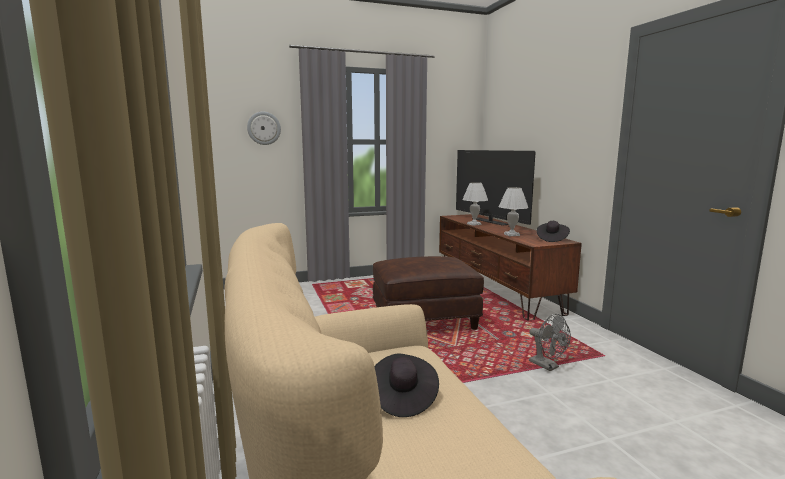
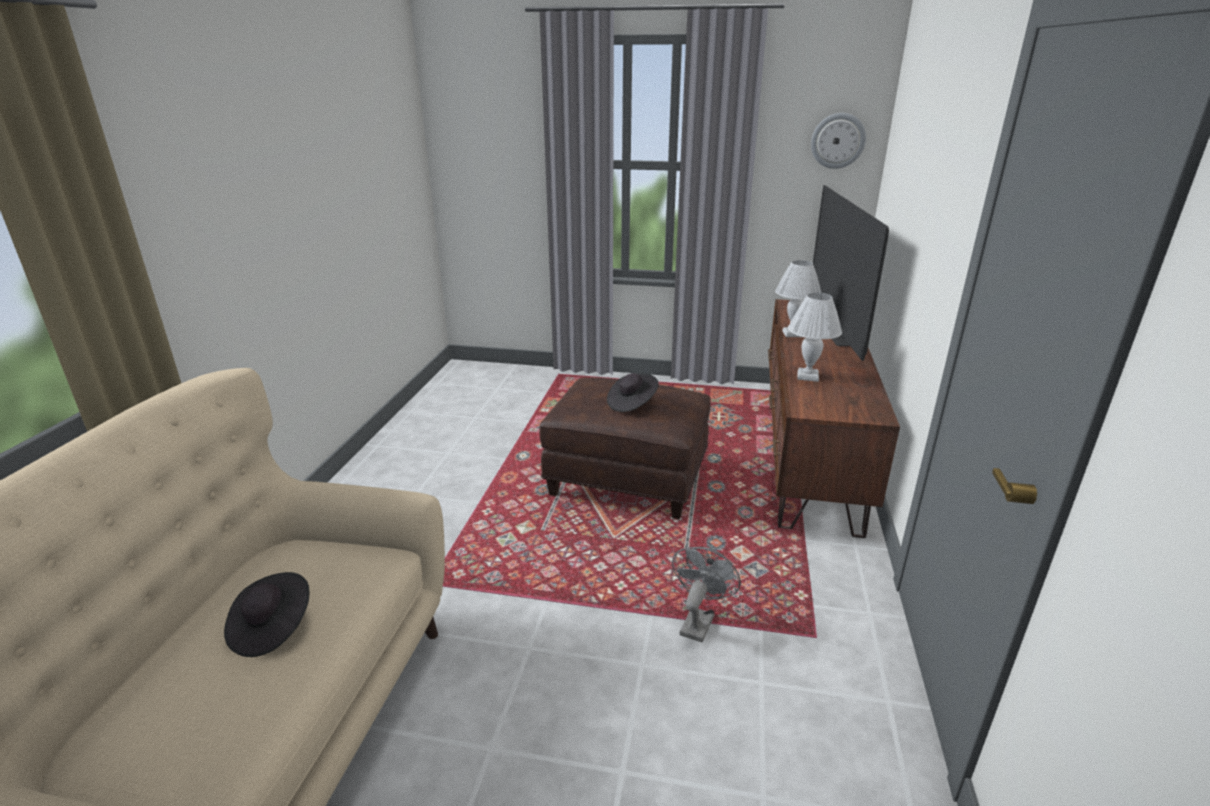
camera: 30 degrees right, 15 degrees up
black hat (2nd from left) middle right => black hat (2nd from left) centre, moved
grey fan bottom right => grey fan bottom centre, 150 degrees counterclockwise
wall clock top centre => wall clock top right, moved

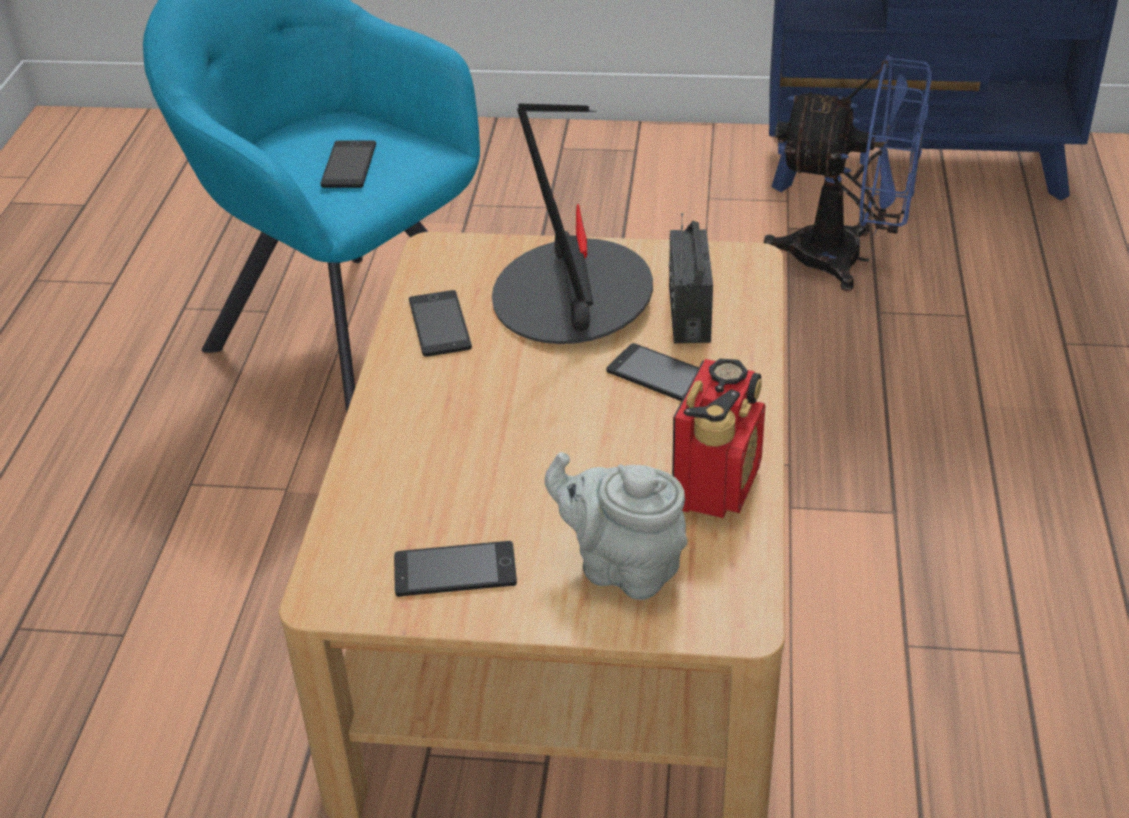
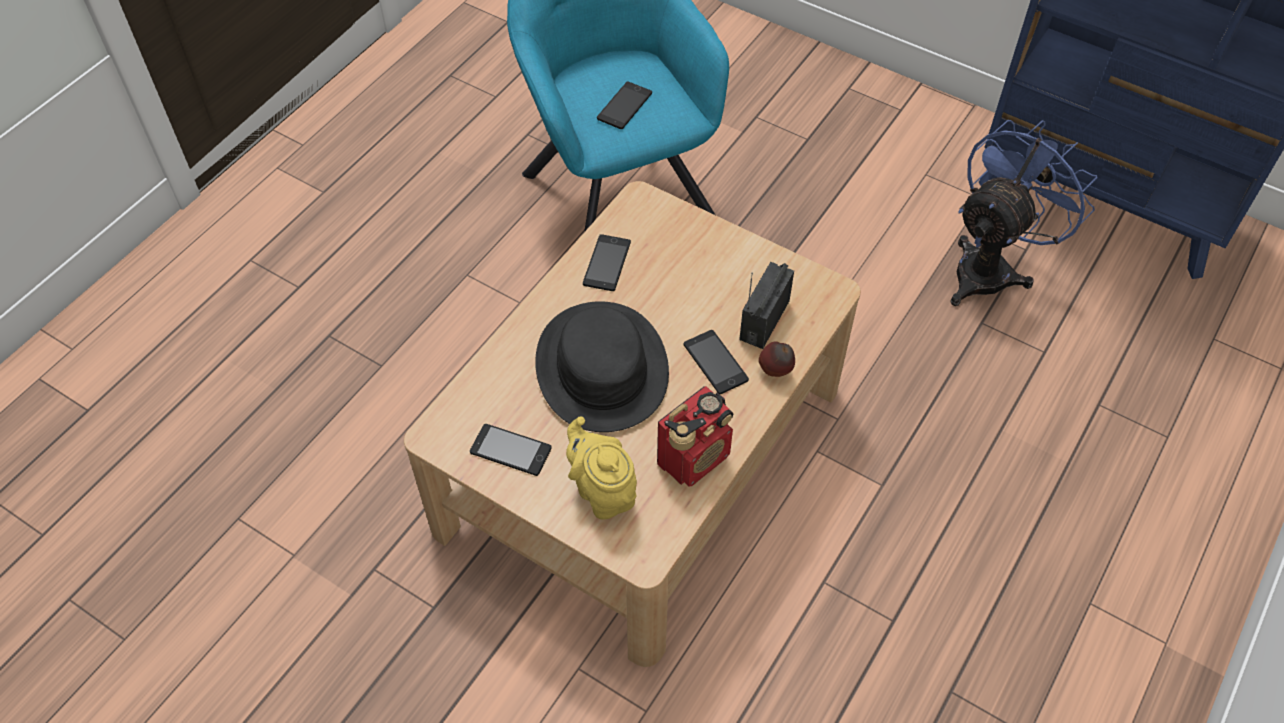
camera: 25 degrees right, 15 degrees up
nothing => black hat centre
grey teapot centre => yellow teapot centre
nothing => apple centre
blue fan top right, 90 degrees counterclockwise
table lamp top centre => nothing

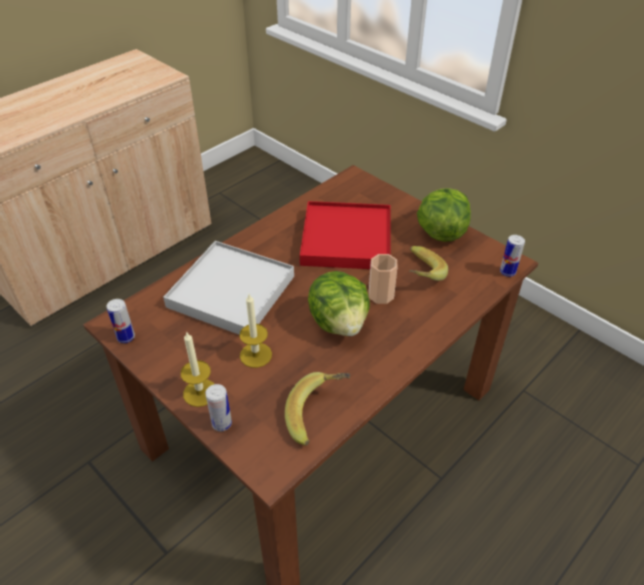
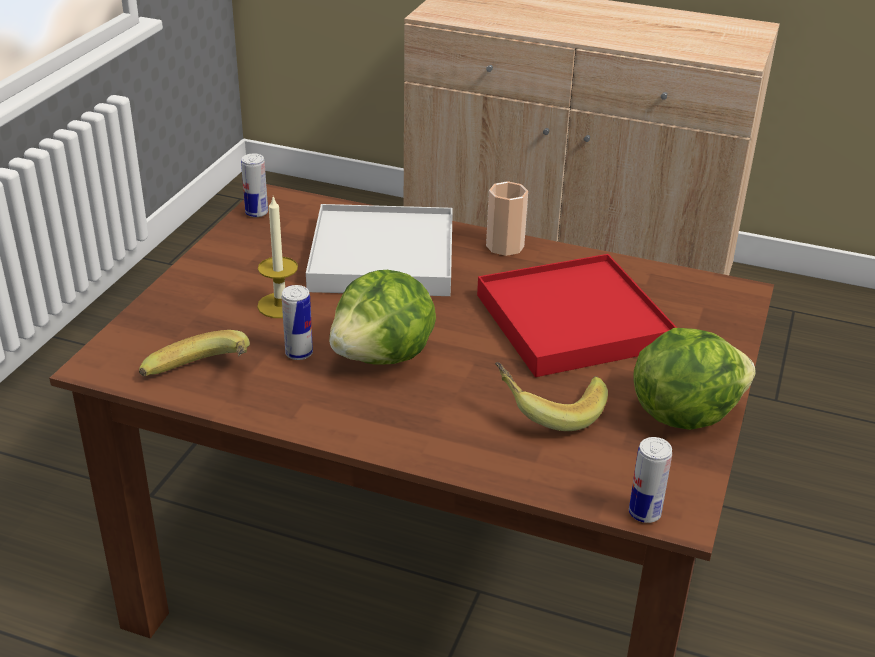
camera: 65 degrees right, 10 degrees down
can (2nd from left) bottom centre => can (2nd from left) centre, moved
cup centre => cup top centre, moved
candle (1st from left) middle left => nothing

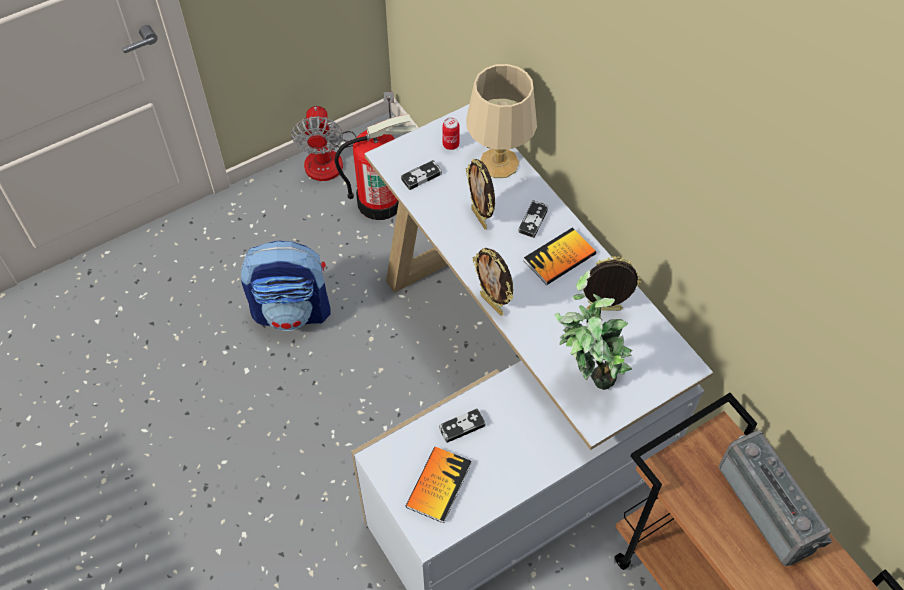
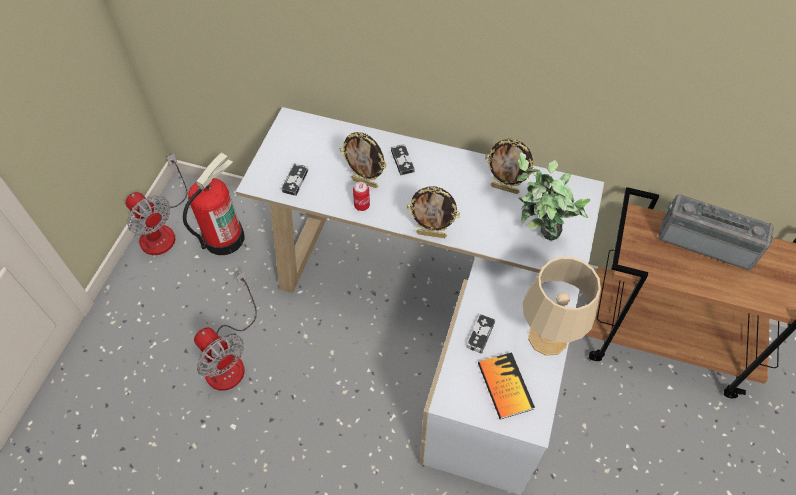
camera: 40 degrees left, 0 degrees up
backpack middle left => fan (2nd from left) bottom left
can top centre => can centre, moved
picture frame (3rd from left) middle right => picture frame (3rd from left) centre, 120 degrees counterclockwise
beige table lamp top centre => beige table lamp middle right, moved
book (2nd from left) centre => nothing

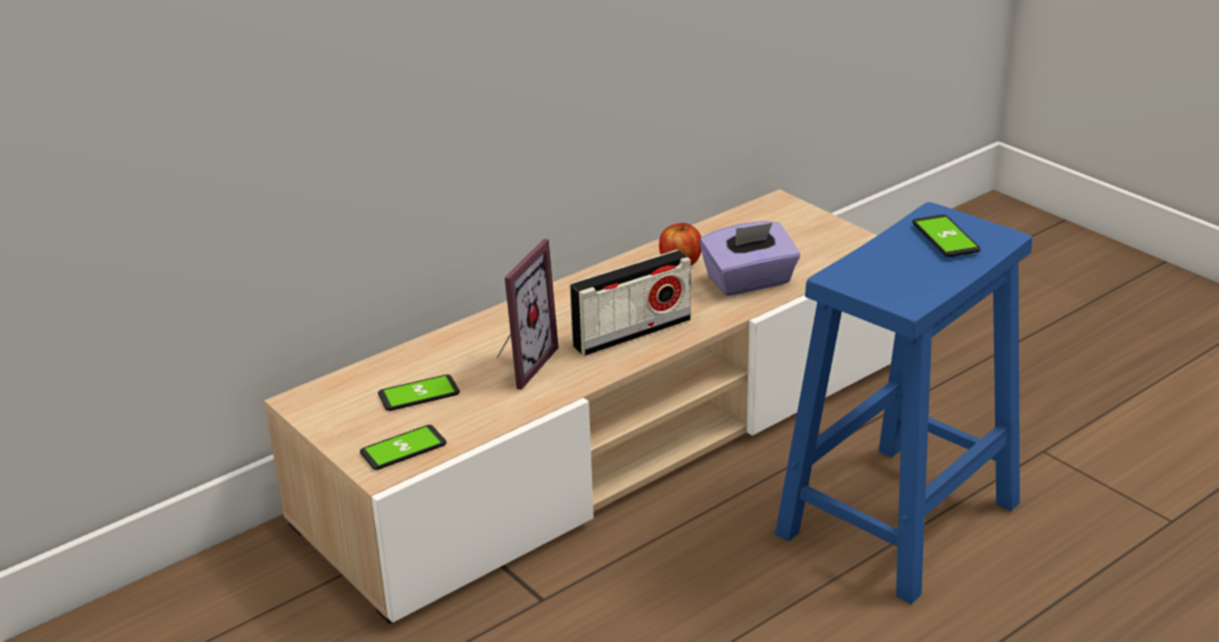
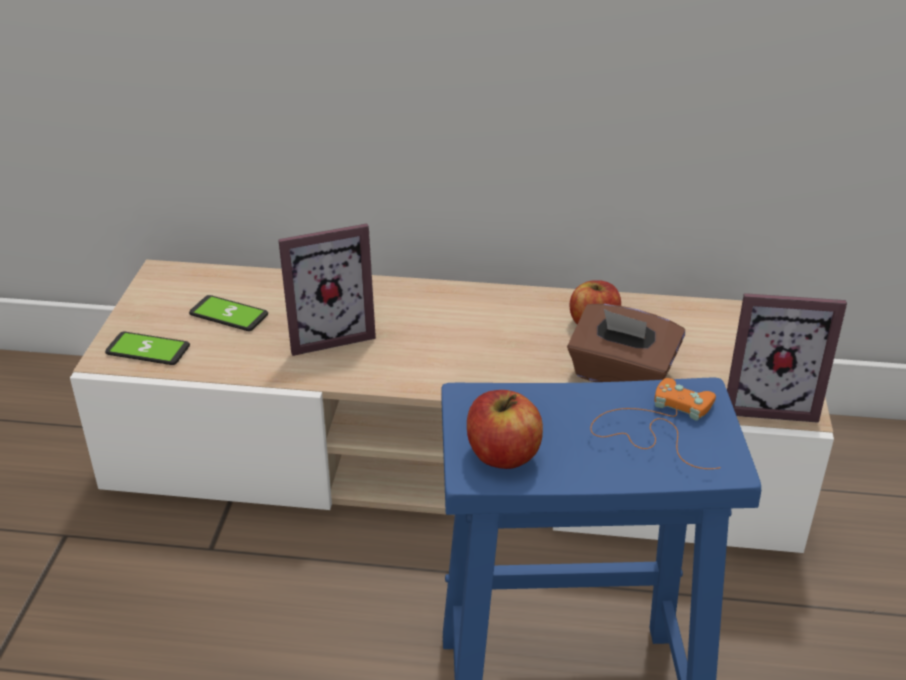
camera: 45 degrees right, 5 degrees up
nothing => apple (1st from left) centre
purple tissue box centre => brown tissue box middle right
phone (3rd from left) middle right => orange game controller middle right
nothing => picture frame (2nd from left) middle right
radio centre => nothing

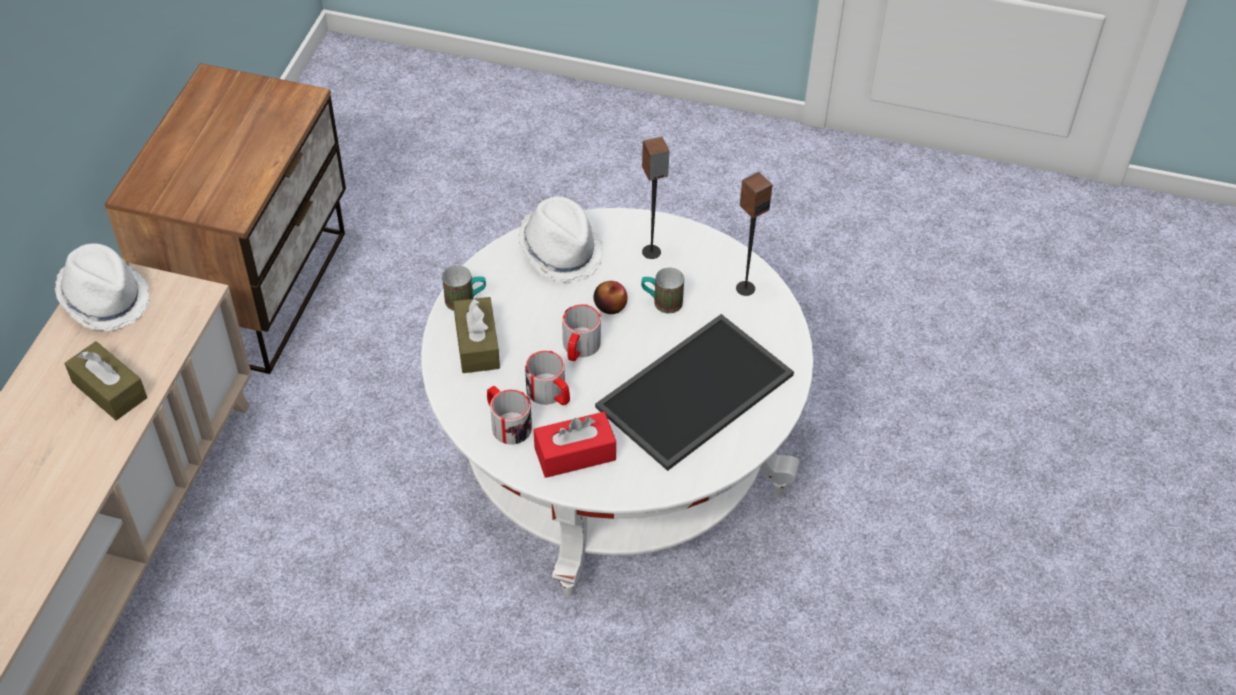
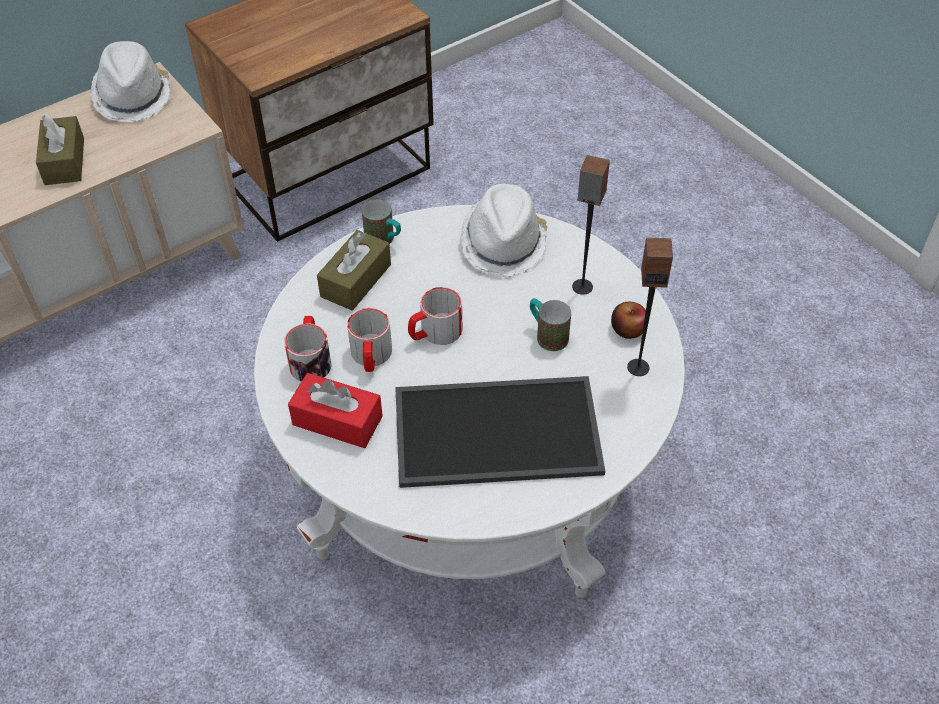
camera: 40 degrees right, 0 degrees up
apple centre => apple middle right, moved

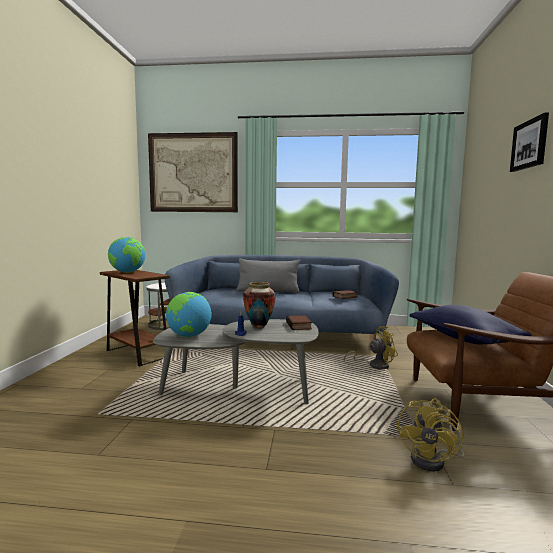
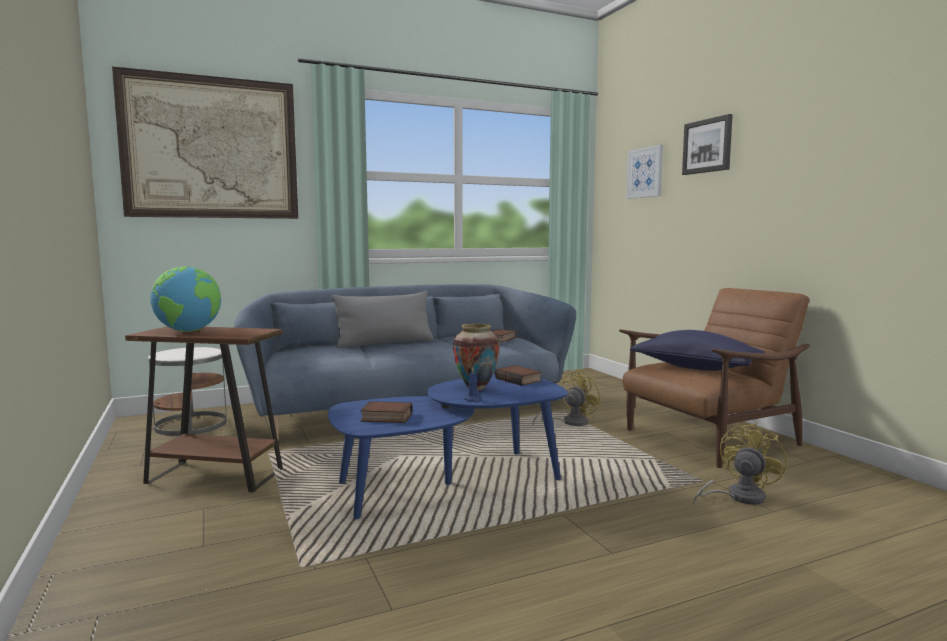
camera: 30 degrees left, 0 degrees up
grey coffee table centre => blue coffee table bottom centre
globe (2nd from left) centre => book (1st from left) centre
nothing => picture (2nd from left) top right
yellow fan (2nd from left) bottom right, 135 degrees counterclockwise

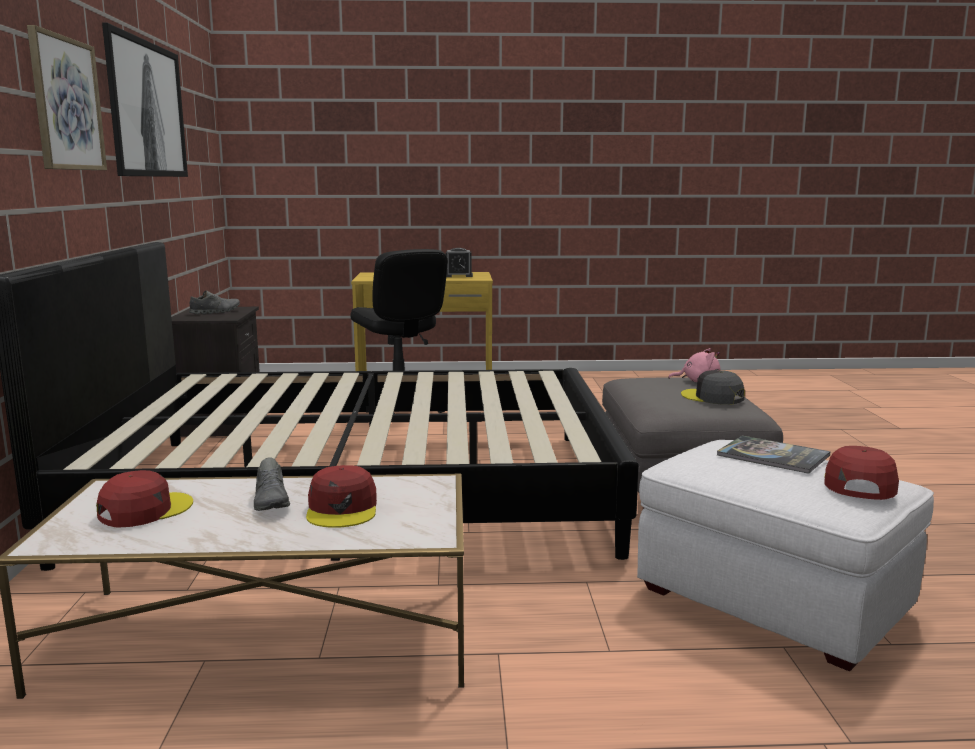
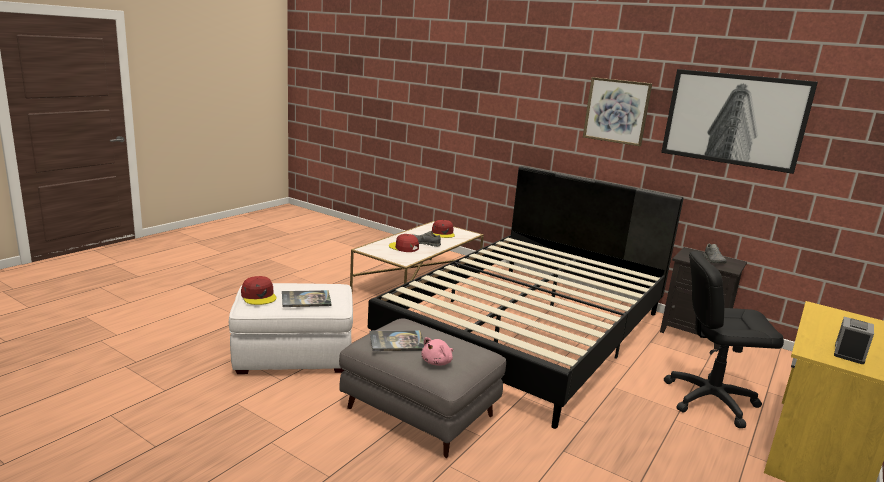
camera: 125 degrees right, 5 degrees up
grey cap middle right => book (2nd from left) bottom centre

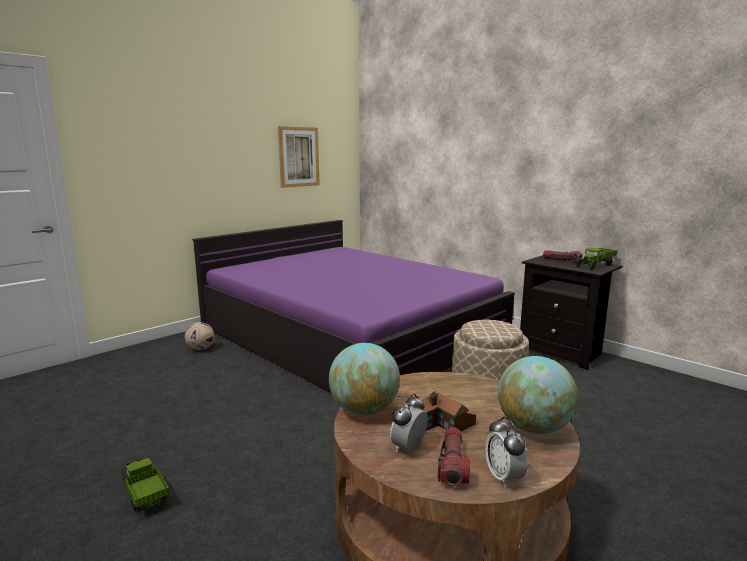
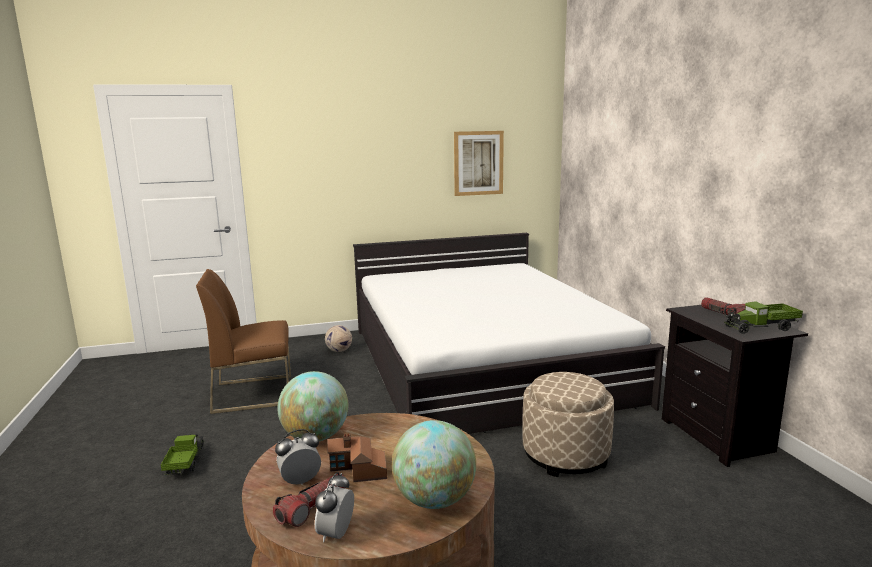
camera: 30 degrees right, 0 degrees up
nothing => brown chair middle left
purple bed centre => white bed centre

